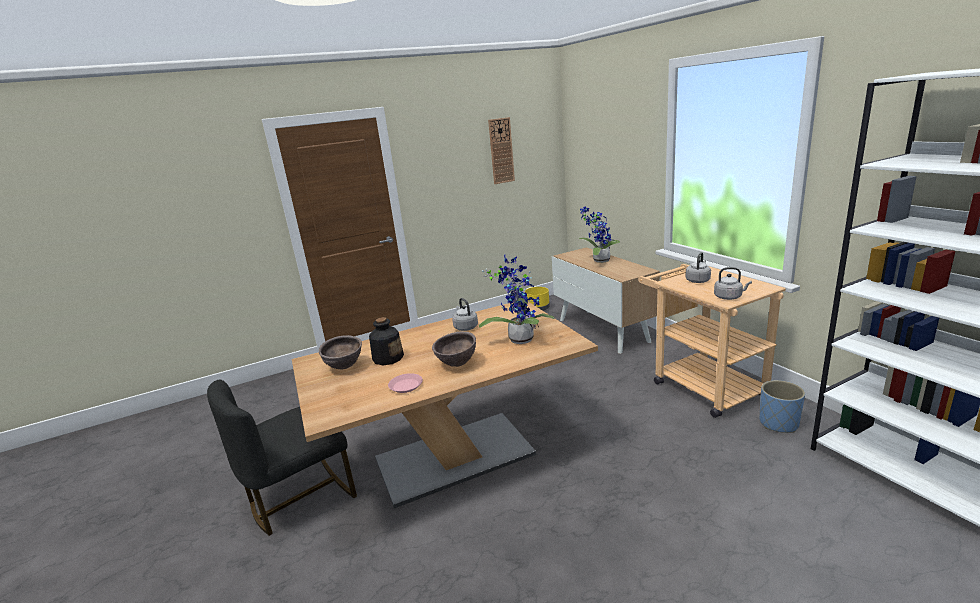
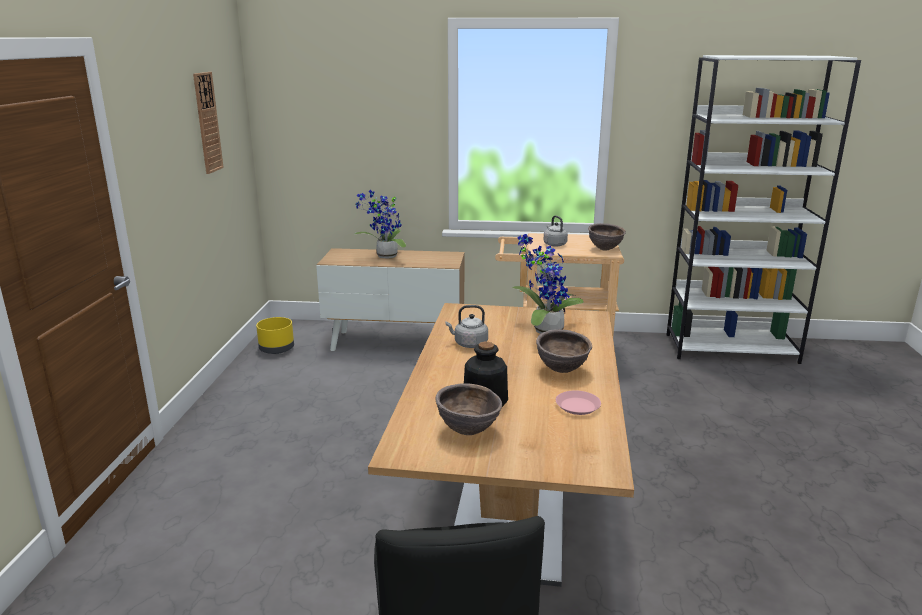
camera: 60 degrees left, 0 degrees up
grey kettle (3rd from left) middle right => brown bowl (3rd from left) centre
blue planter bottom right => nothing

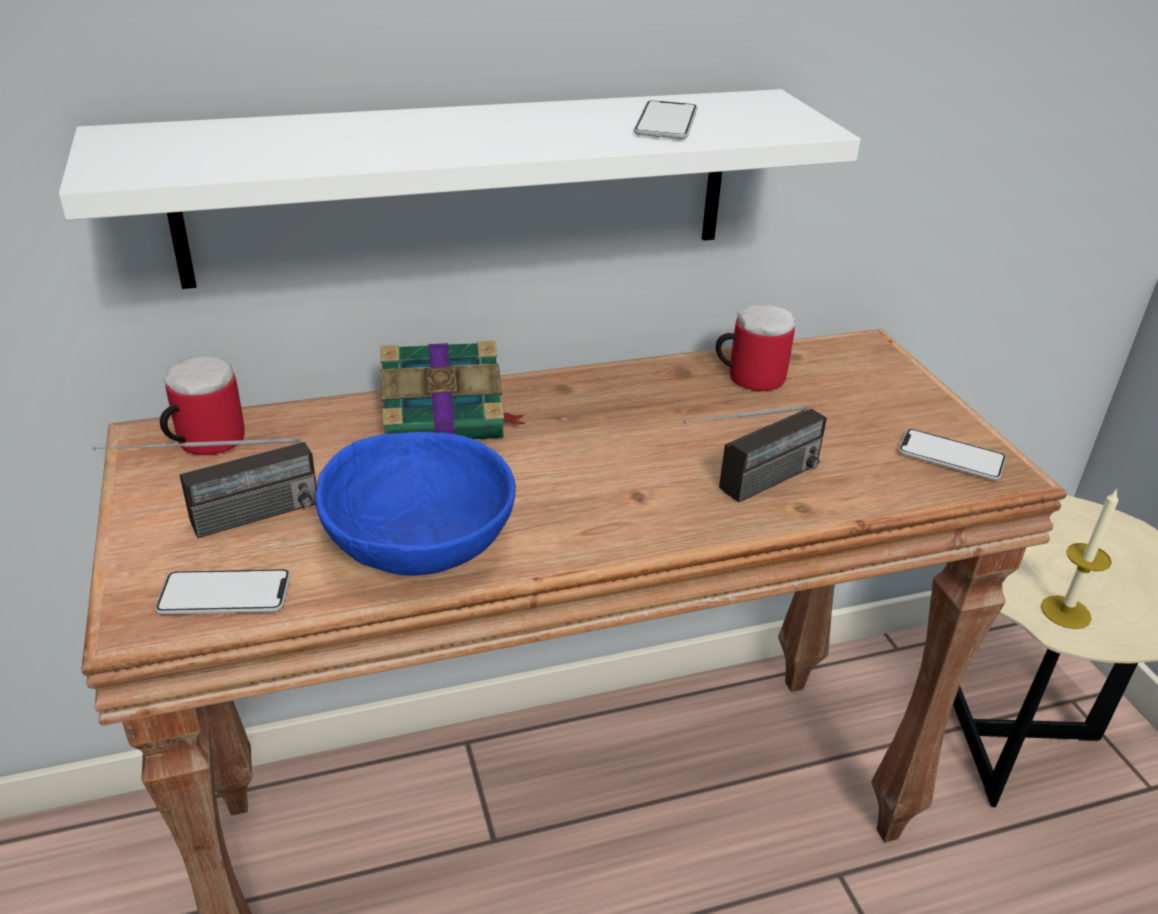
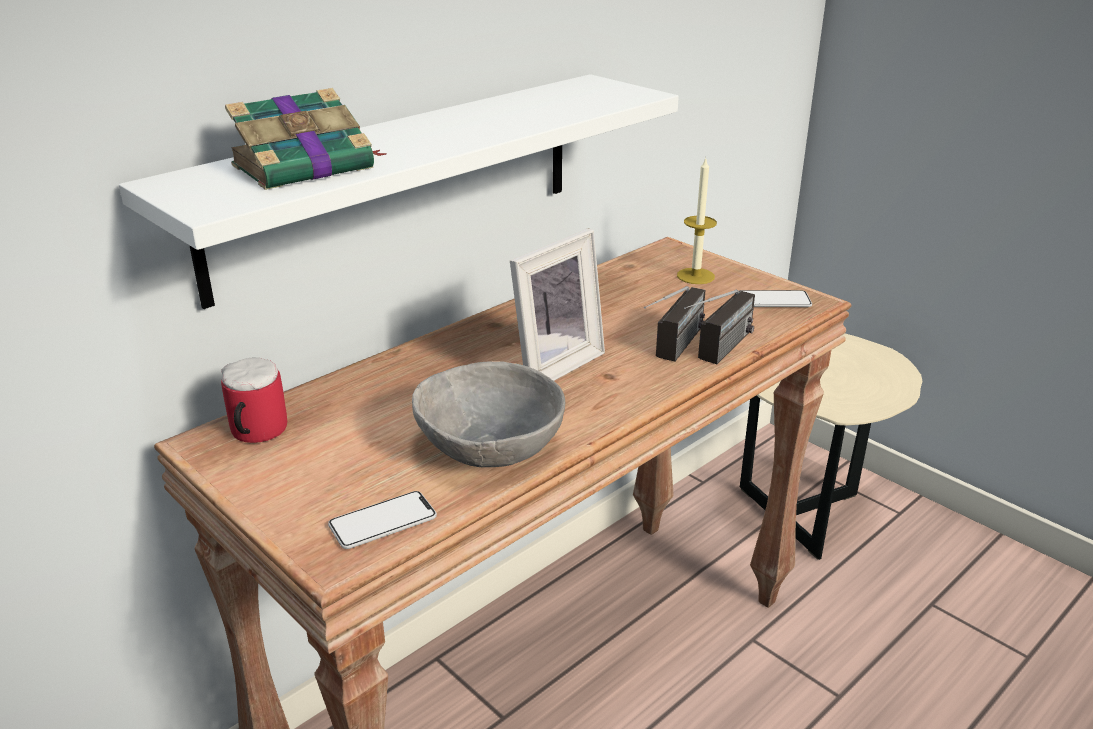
camera: 25 degrees left, 5 degrees down
book centre => book top left, moved
blue bowl centre => grey bowl centre
nothing => picture frame centre
candle middle right => candle top centre, moved
radio (1st from left in the first image) middle left => radio (2nd from left) centre, moved
phone (2nd from left) top centre => nothing
mug (2nd from left) centre => nothing

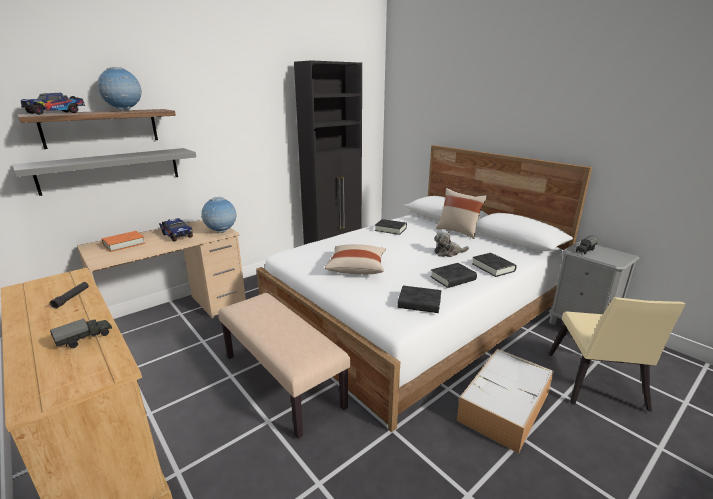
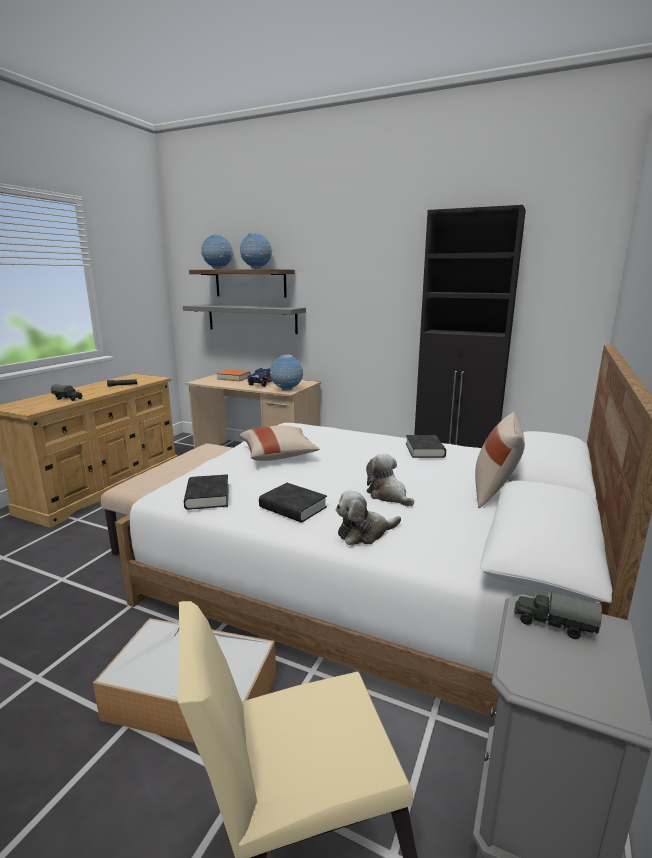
camera: 65 degrees right, 5 degrees down
toy truck (1st from left) top left => globe (1st from left) top left
black book (4th from left) middle right => plush toy (1st from left) centre

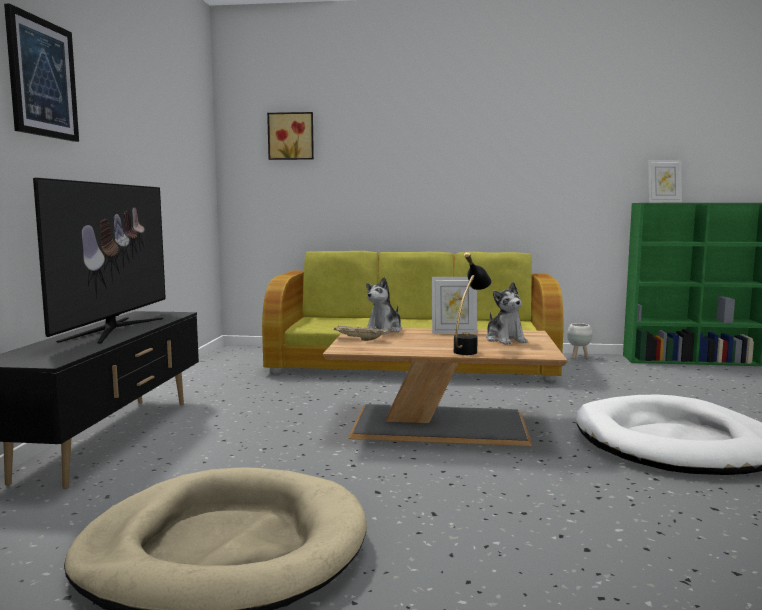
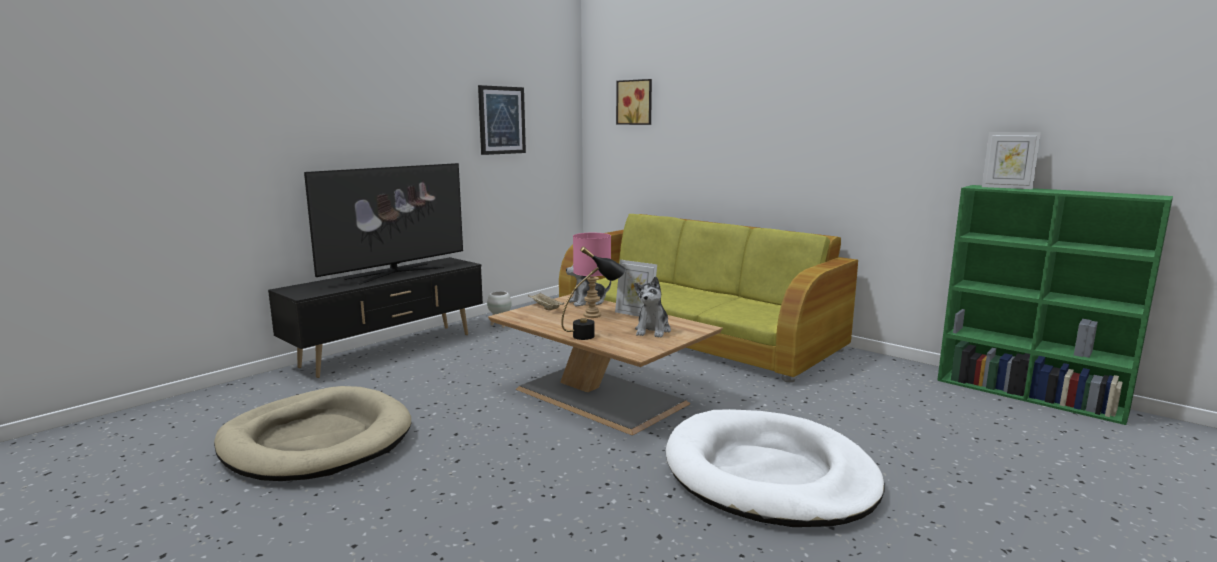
camera: 35 degrees right, 5 degrees up
picture (1st from left) top left => picture (1st from left) top centre, moved
white planter middle right => white planter centre, moved
nothing => pink table lamp centre

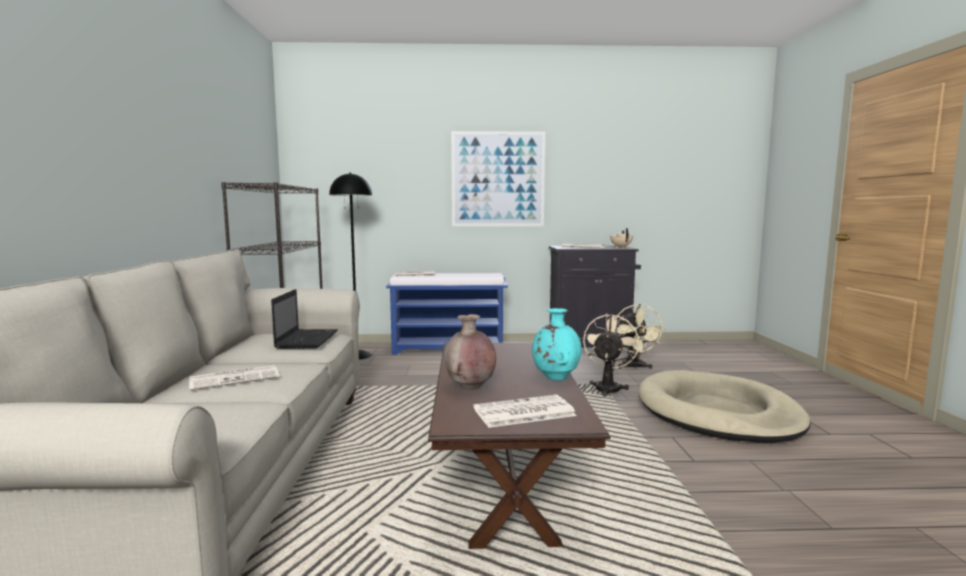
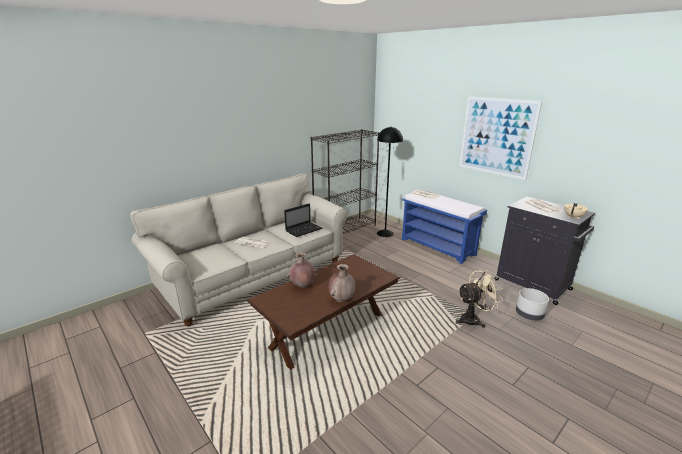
camera: 50 degrees right, 15 degrees up
turquoise vase centre => brown vase (2nd from left) centre
beige fan (2nd from left) centre => grey planter bottom right
newspaper (3rd from left) bottom centre => nothing
beige dog bed bottom right => nothing

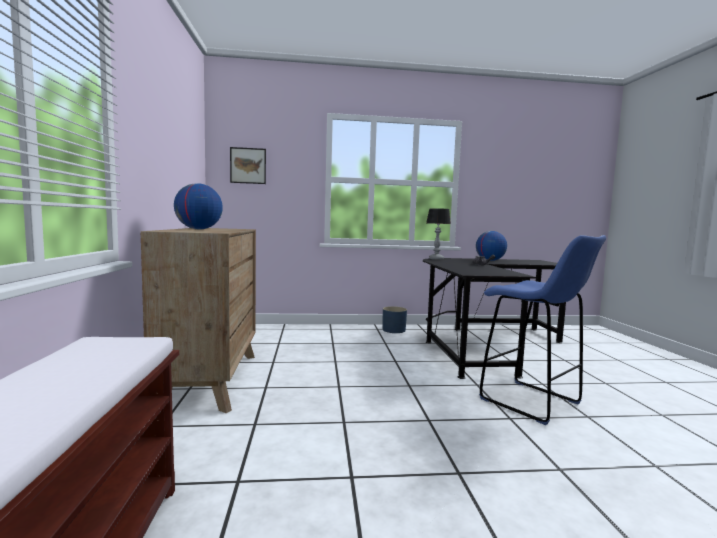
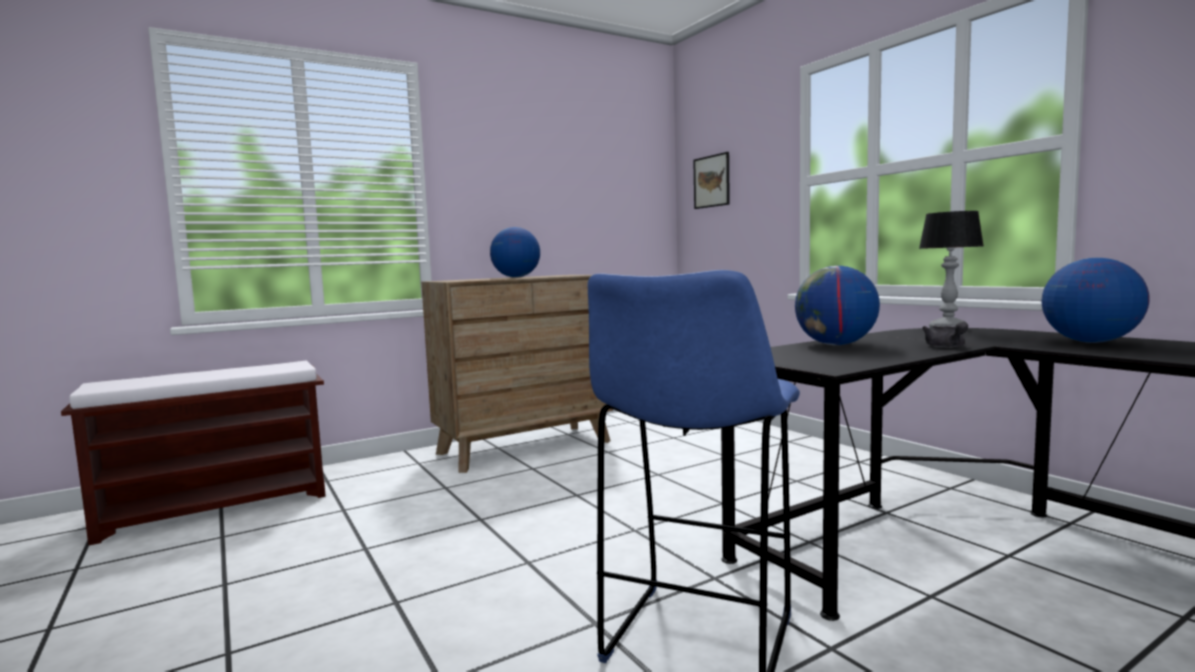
camera: 65 degrees right, 0 degrees up
nothing => globe (2nd from left) middle right
blue planter centre => nothing

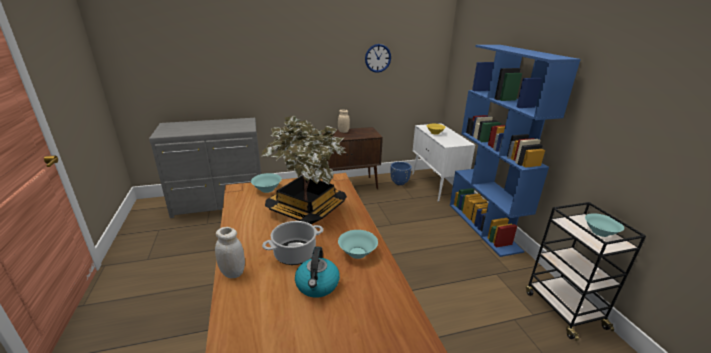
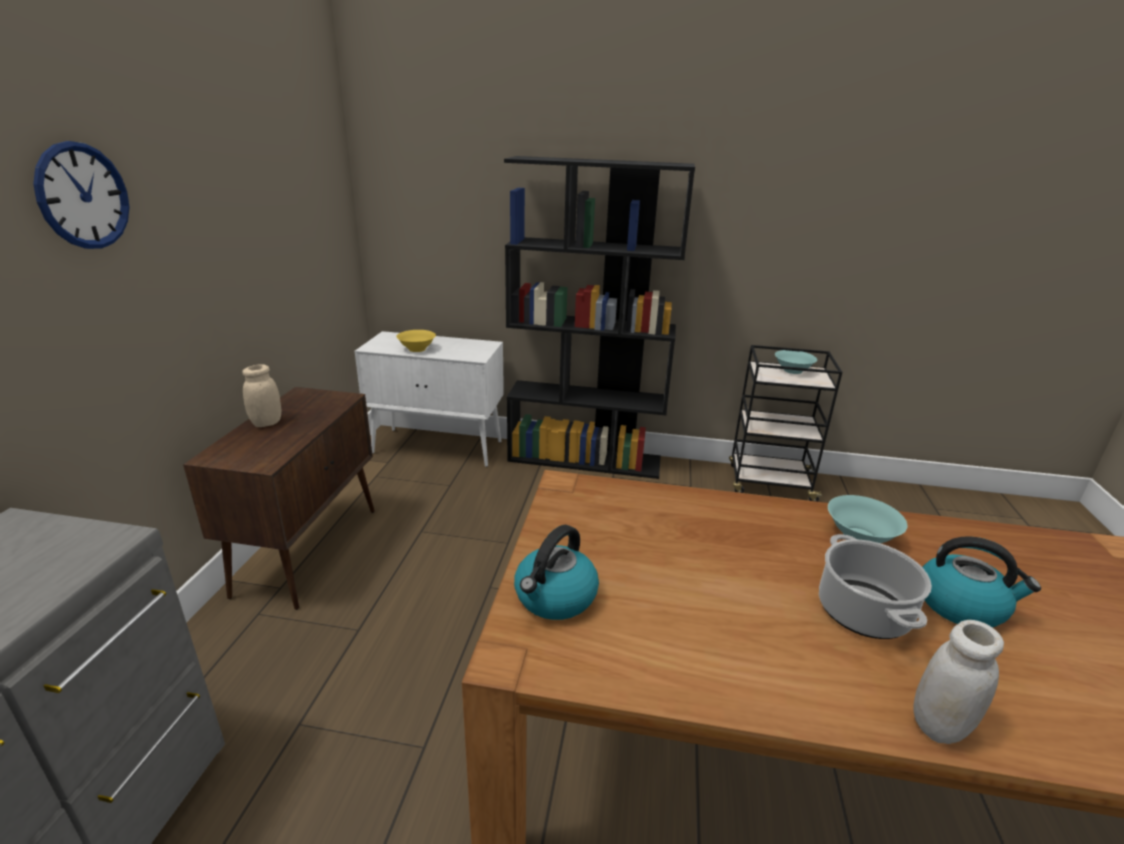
camera: 65 degrees left, 0 degrees up
wall clock top centre => wall clock top left, moved
blue bookcase middle right => black bookcase centre
turquoise bowl (1st from left) centre => kettle (1st from left) bottom centre
potted plant centre => nothing
blue planter centre => nothing

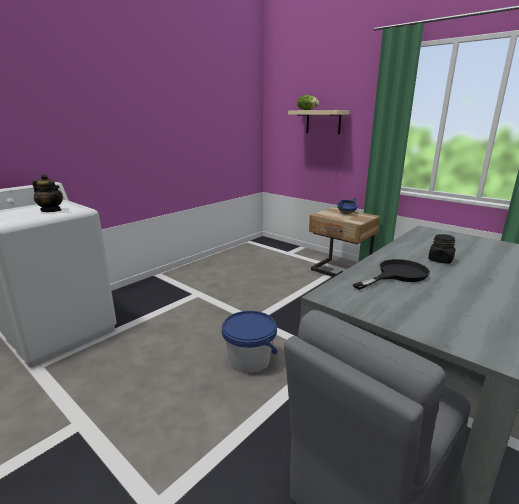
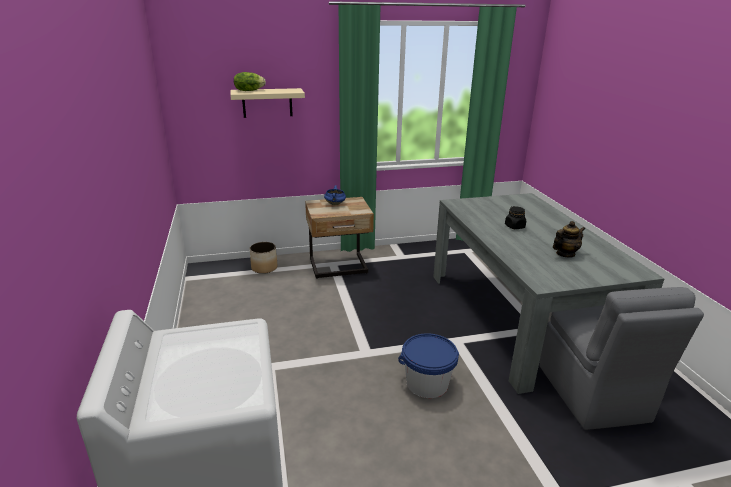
camera: 55 degrees left, 5 degrees up
nothing => planter centre
teapot middle left => teapot middle right, moved
black frying pan middle right => nothing

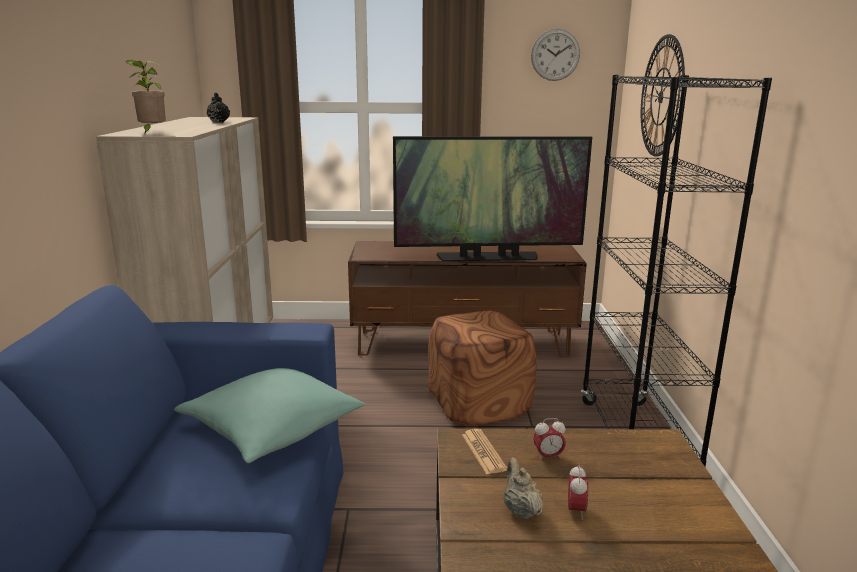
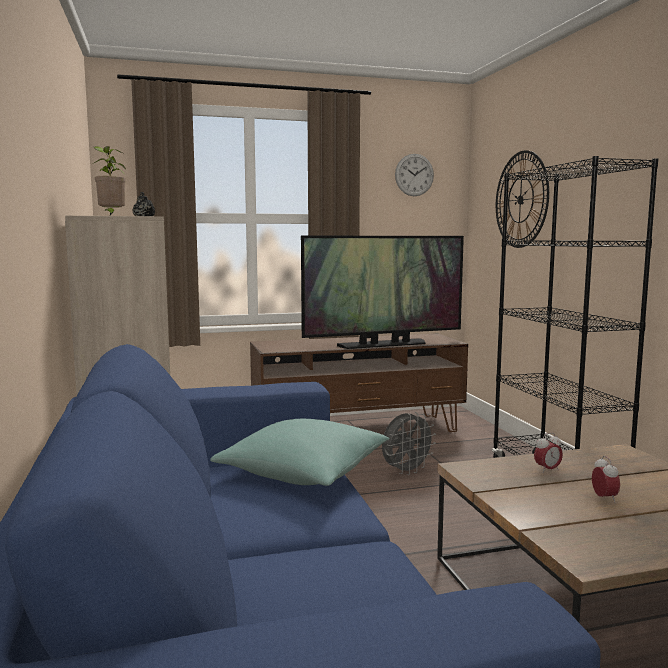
camera: 15 degrees left, 10 degrees down
brown ottoman centre => grey fan centre
newspaper bottom centre => nothing
beige teapot bottom centre => nothing

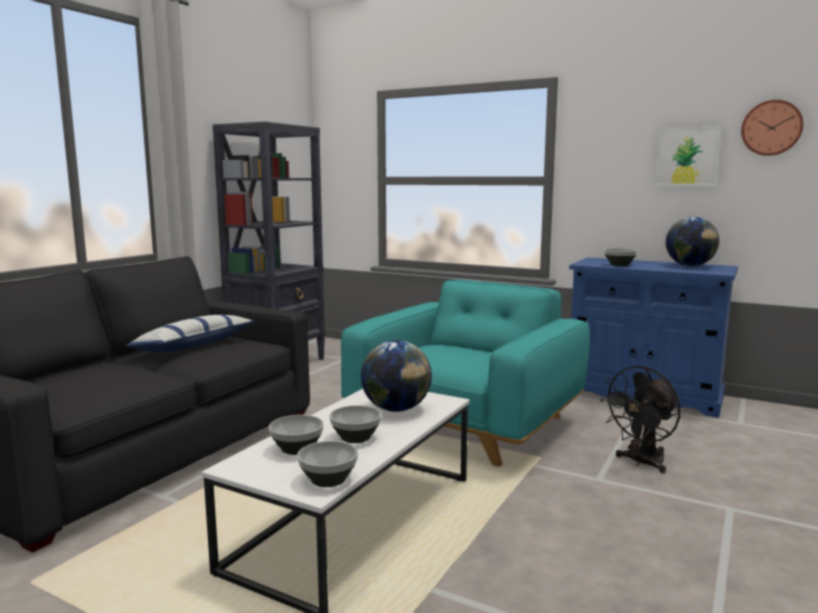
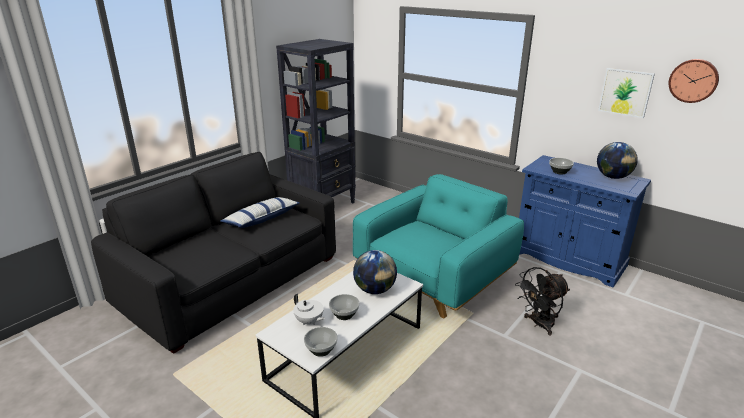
camera: 10 degrees right, 15 degrees up
bowl (1st from left) bottom centre => white teapot bottom centre

